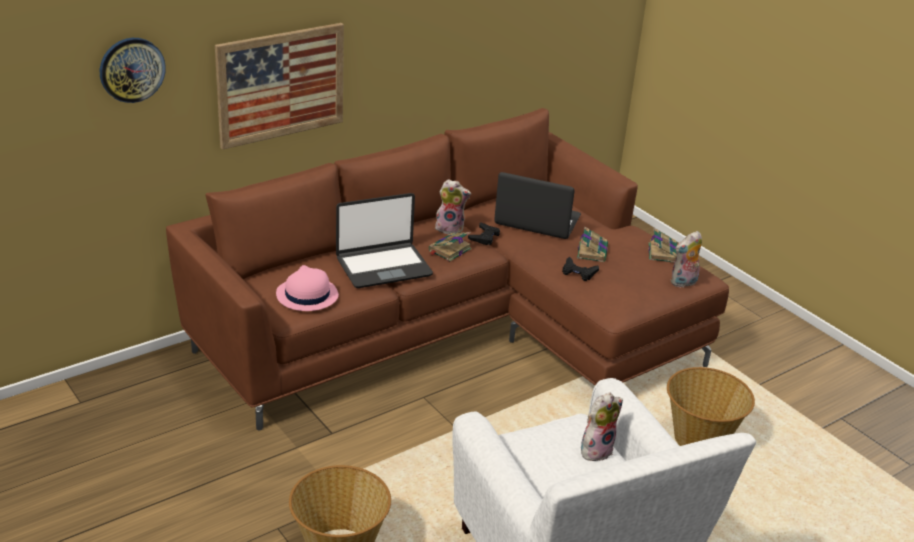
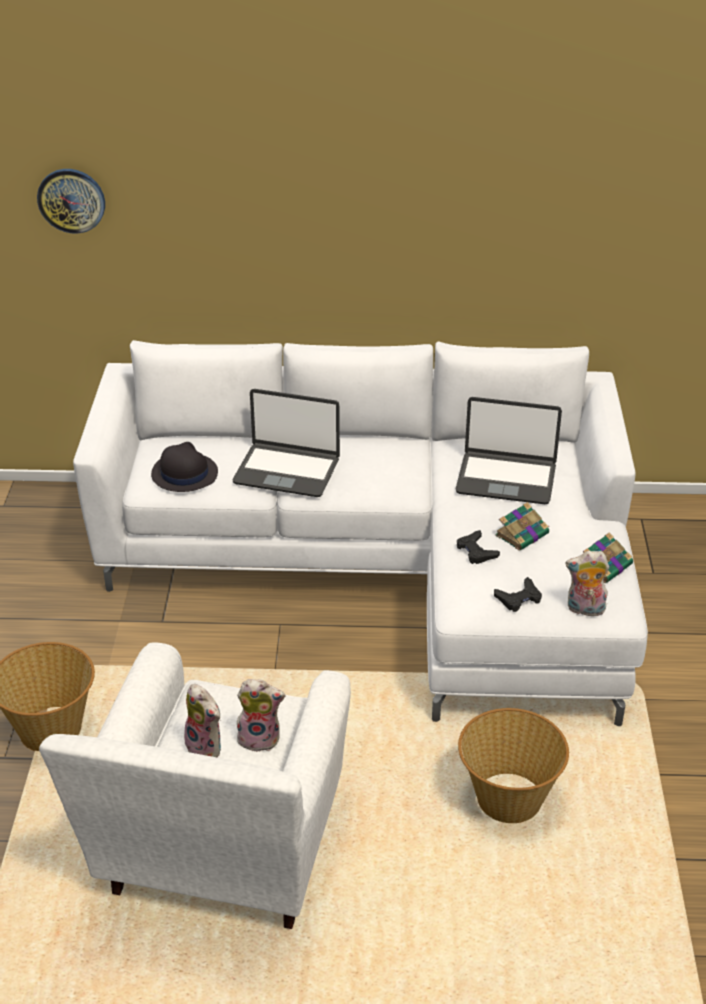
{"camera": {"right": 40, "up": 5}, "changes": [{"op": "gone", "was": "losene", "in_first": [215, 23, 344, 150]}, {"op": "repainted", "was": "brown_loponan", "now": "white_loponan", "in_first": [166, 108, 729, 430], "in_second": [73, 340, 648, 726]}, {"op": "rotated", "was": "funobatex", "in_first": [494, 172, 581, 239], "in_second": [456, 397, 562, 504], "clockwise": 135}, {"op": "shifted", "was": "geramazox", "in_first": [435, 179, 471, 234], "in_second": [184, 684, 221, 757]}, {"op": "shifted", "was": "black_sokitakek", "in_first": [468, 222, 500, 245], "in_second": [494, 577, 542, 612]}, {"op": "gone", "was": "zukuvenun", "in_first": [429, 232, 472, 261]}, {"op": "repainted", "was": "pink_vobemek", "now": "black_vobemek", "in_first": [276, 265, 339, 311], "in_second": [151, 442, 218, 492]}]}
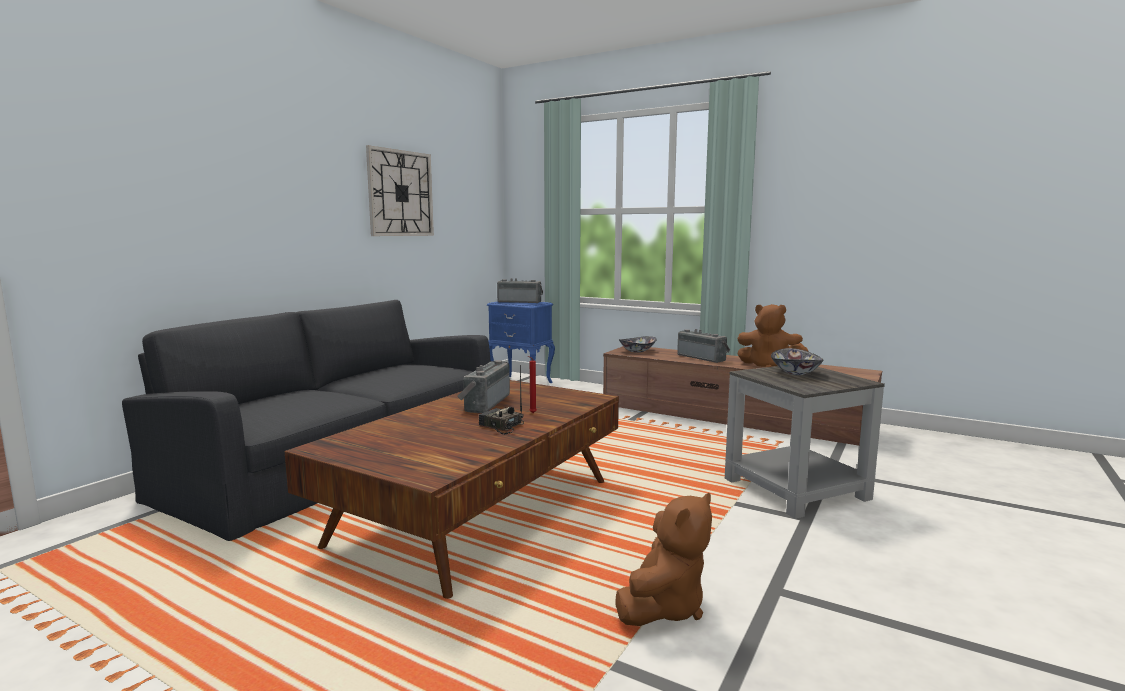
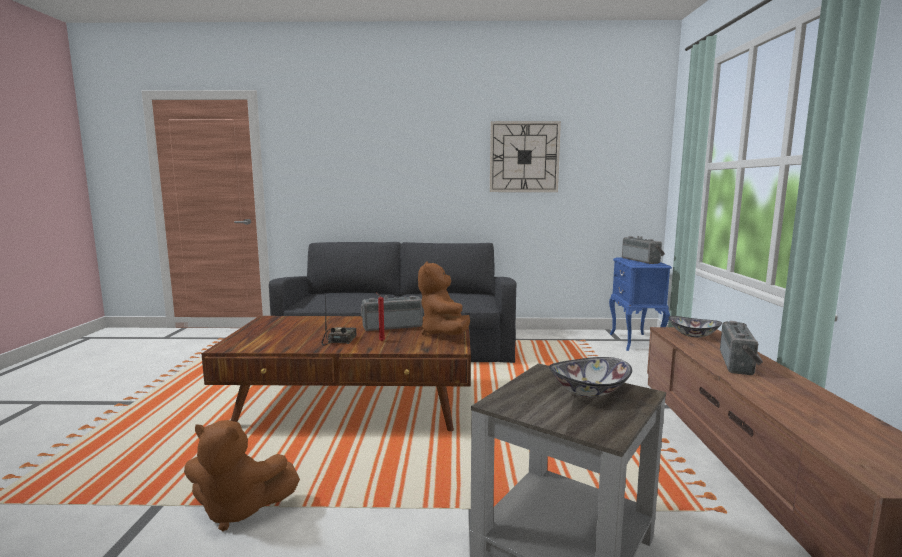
{"camera": {"right": 60, "up": 0}, "changes": [{"op": "shifted", "was": "brown_geramazox", "in_first": [737, 304, 809, 367], "in_second": [418, 262, 470, 335]}]}
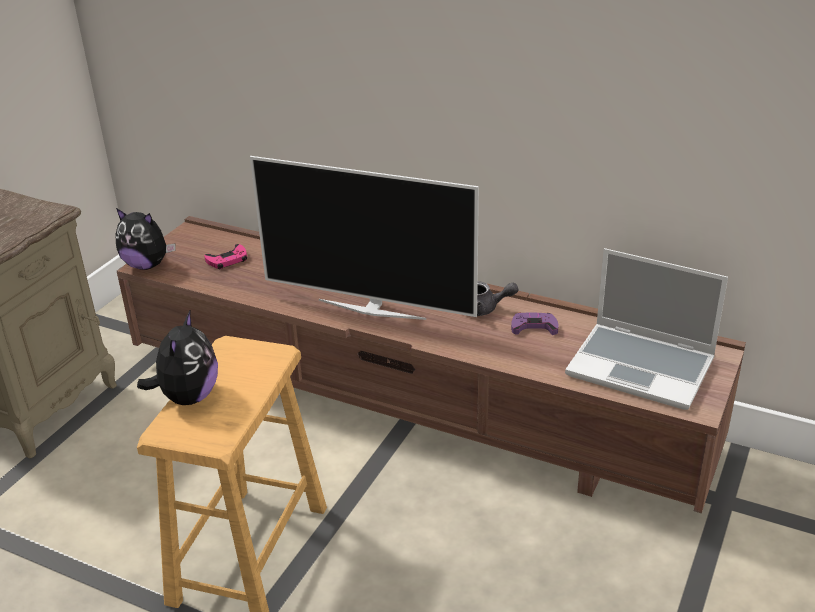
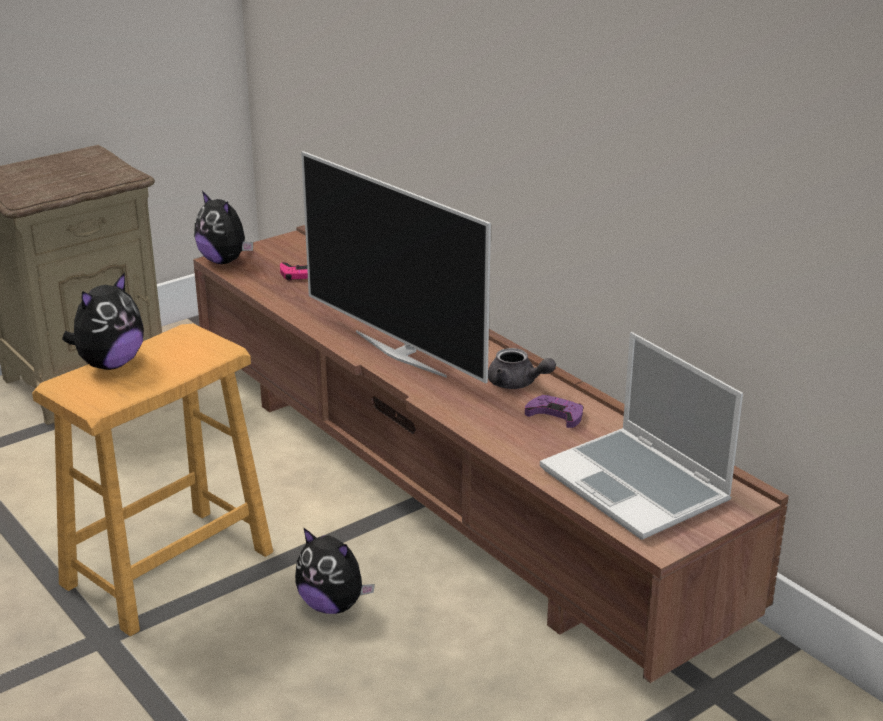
{"camera": {"right": 25, "up": -5}, "changes": [{"op": "new", "now": "geramazox", "in_second": [295, 527, 375, 614]}]}
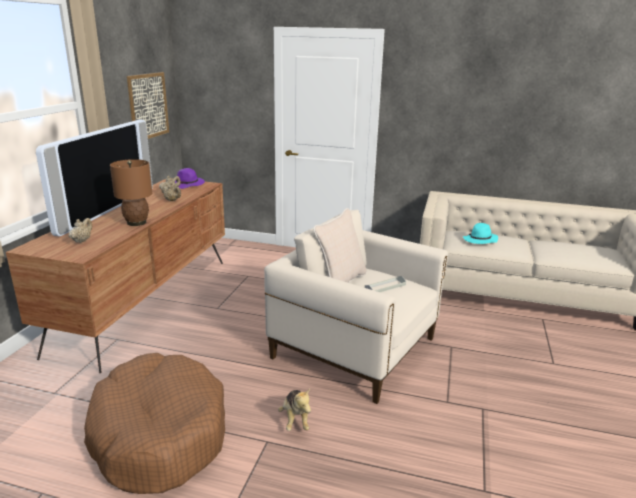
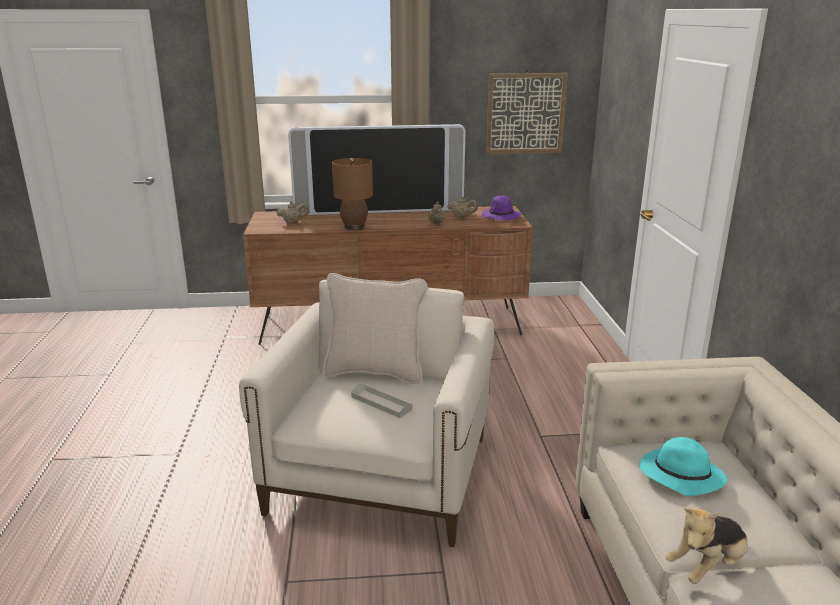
{"camera": {"right": 70, "up": 0}, "changes": [{"op": "gone", "was": "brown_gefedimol", "in_first": [84, 353, 225, 494]}, {"op": "shifted", "was": "geramazox", "in_first": [278, 388, 311, 431], "in_second": [665, 508, 748, 584]}]}
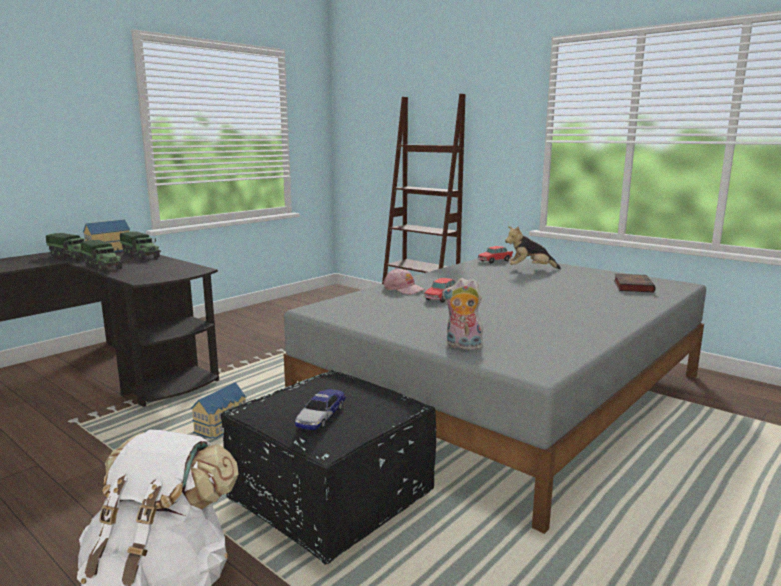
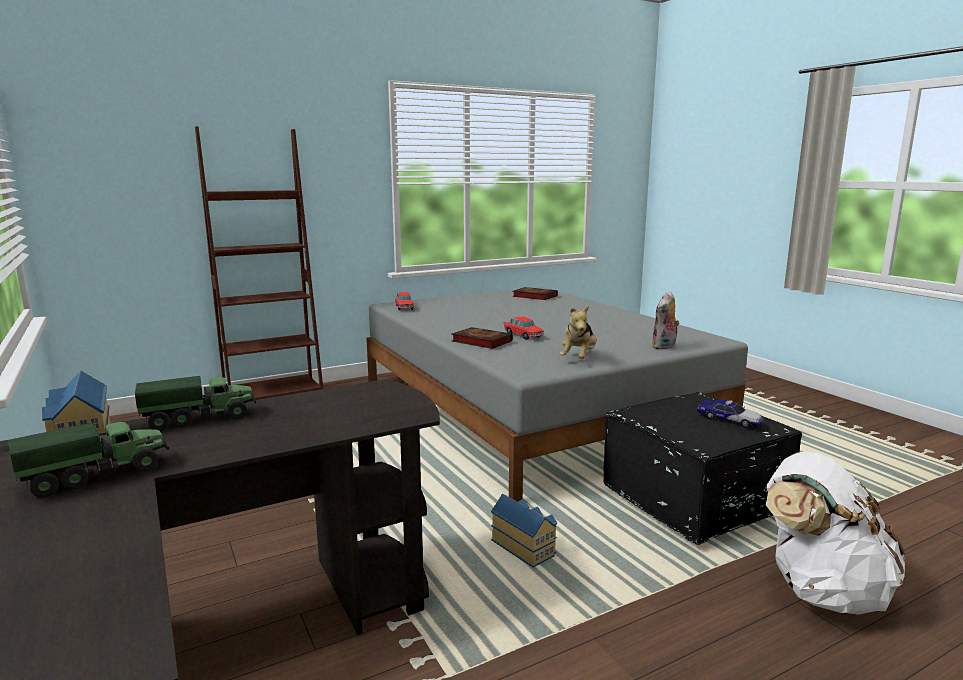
{"camera": {"right": -70, "up": 0}, "changes": [{"op": "shifted", "was": "geramazox", "in_first": [505, 226, 561, 269], "in_second": [560, 306, 597, 359]}, {"op": "gone", "was": "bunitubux", "in_first": [81, 240, 123, 272]}, {"op": "swapped", "was": "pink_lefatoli", "now": "zukuvenun", "in_first": [383, 268, 426, 294], "in_second": [451, 327, 513, 349]}]}
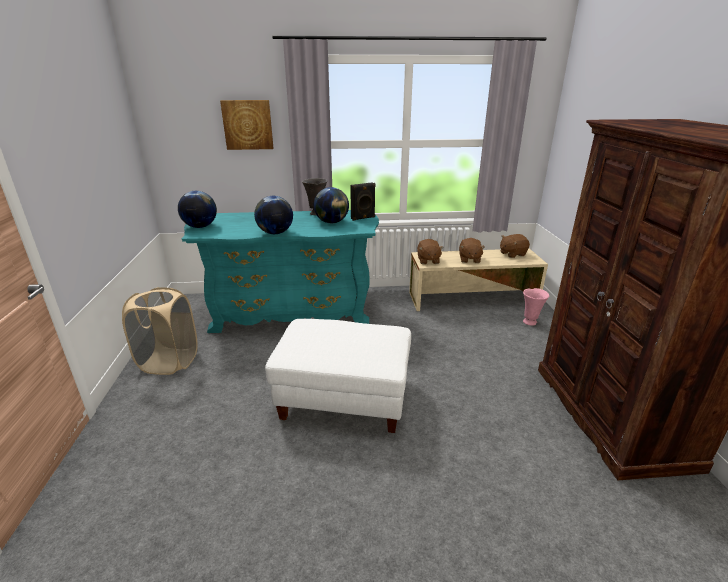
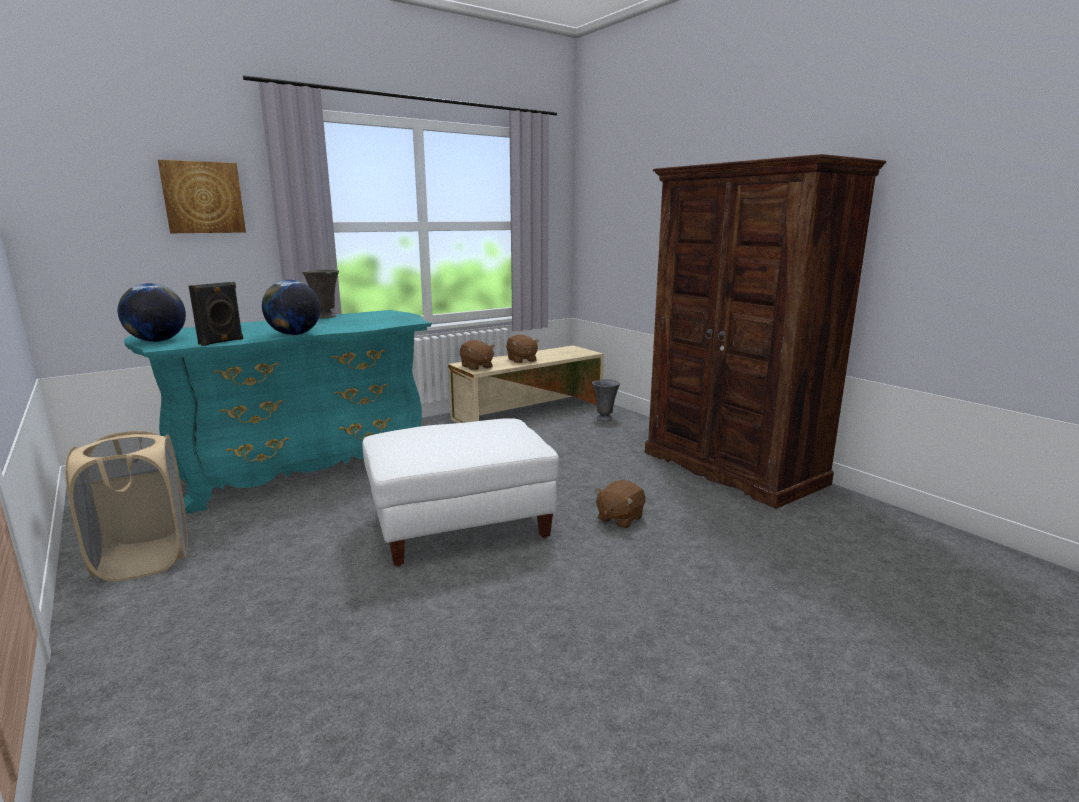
{"camera": {"right": -30, "up": -10}, "changes": [{"op": "shifted", "was": "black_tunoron", "in_first": [350, 182, 376, 221], "in_second": [189, 282, 243, 346]}, {"op": "gone", "was": "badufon", "in_first": [314, 187, 349, 223]}, {"op": "shifted", "was": "brown_geramazox", "in_first": [500, 234, 530, 258], "in_second": [595, 480, 645, 529]}, {"op": "repainted", "was": "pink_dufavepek", "now": "grey_dufavepek", "in_first": [523, 288, 549, 326], "in_second": [592, 379, 620, 421]}]}
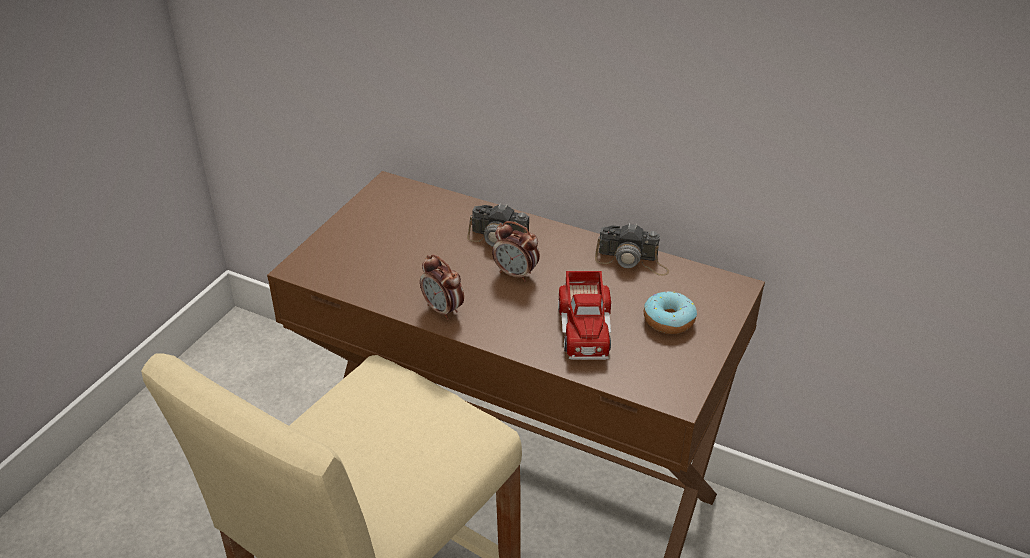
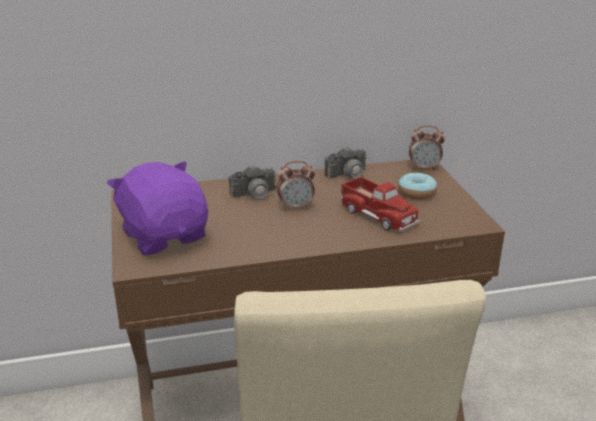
{"camera": {"right": -40, "up": -10}, "changes": [{"op": "shifted", "was": "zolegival", "in_first": [420, 255, 464, 320], "in_second": [409, 125, 445, 171]}, {"op": "new", "now": "purple_geramazox", "in_second": [107, 161, 208, 255]}]}
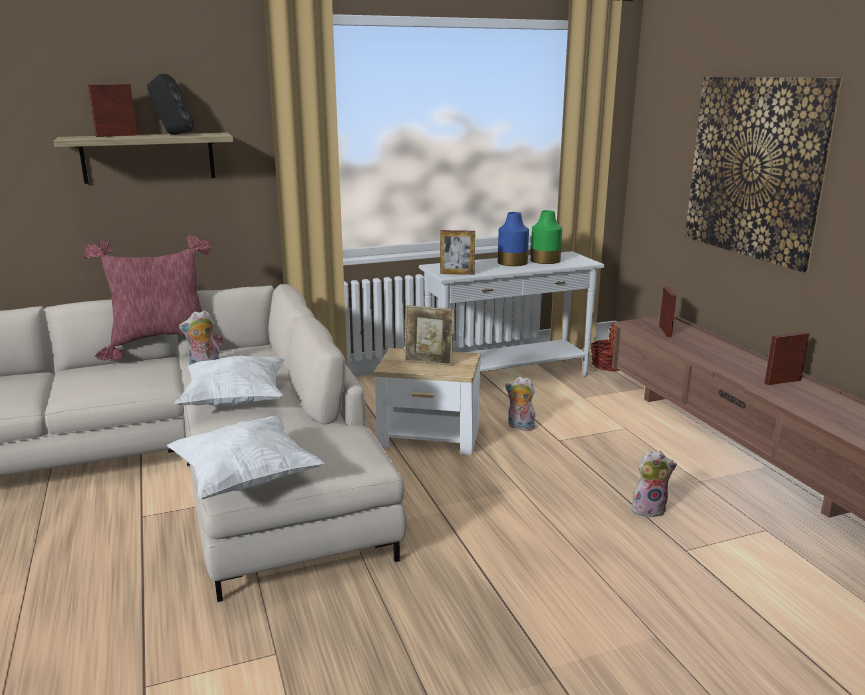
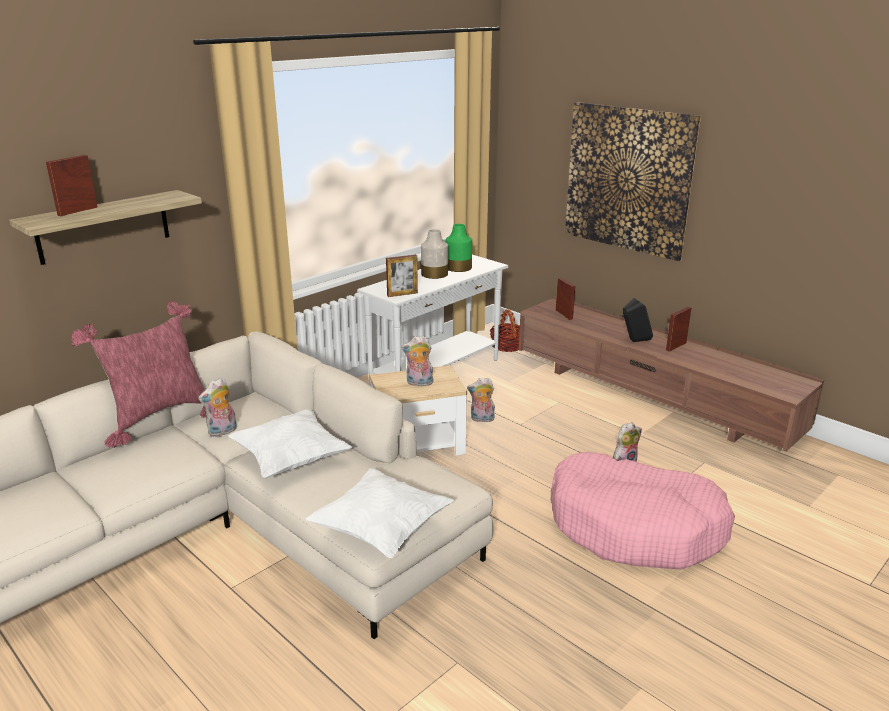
{"camera": {"right": -25, "up": 5}, "changes": [{"op": "shifted", "was": "black_tunoron", "in_first": [147, 74, 194, 135], "in_second": [623, 298, 653, 342]}, {"op": "repainted", "was": "blue_dufavepek", "now": "beige_dufavepek", "in_first": [498, 212, 529, 266], "in_second": [421, 229, 448, 279]}, {"op": "swapped", "was": "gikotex", "now": "geramazox", "in_first": [404, 305, 455, 366], "in_second": [401, 336, 433, 386]}, {"op": "new", "now": "pink_gefedimol", "in_second": [551, 452, 735, 570]}]}
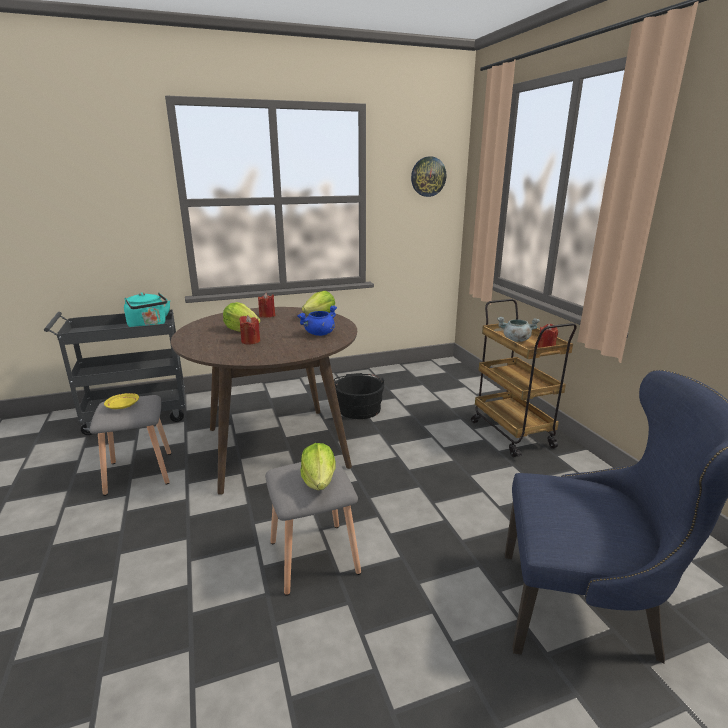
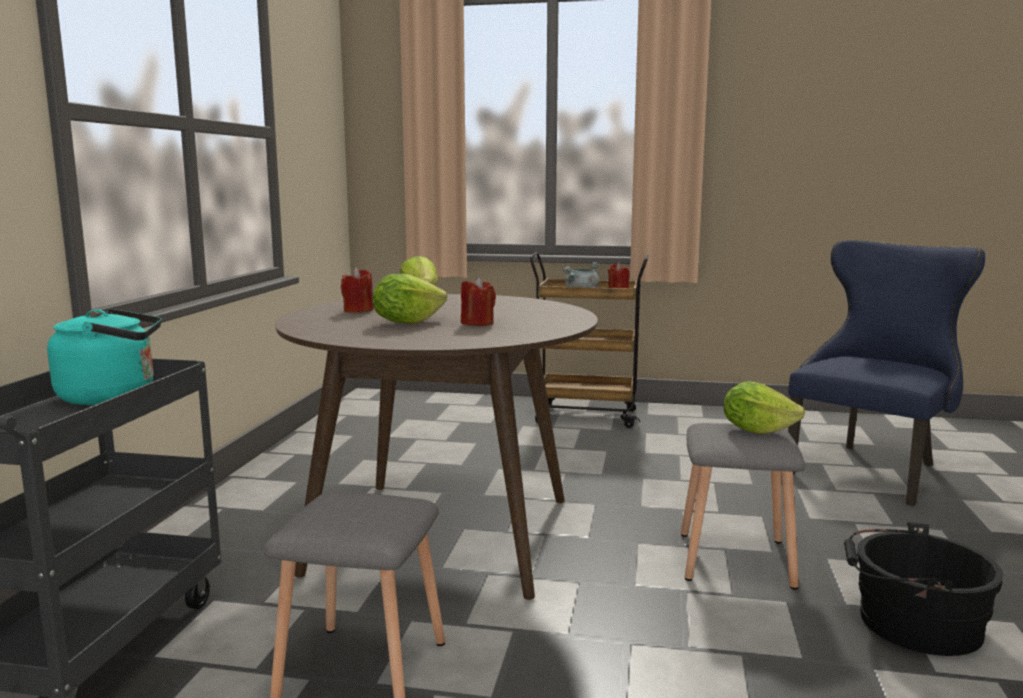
{"camera": {"right": -60, "up": -10}, "changes": [{"op": "gone", "was": "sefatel", "in_first": [411, 157, 446, 197]}, {"op": "gone", "was": "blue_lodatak", "in_first": [297, 306, 337, 336]}, {"op": "shifted", "was": "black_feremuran", "in_first": [334, 373, 384, 419], "in_second": [844, 522, 1003, 656]}, {"op": "gone", "was": "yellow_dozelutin", "in_first": [104, 393, 139, 409]}]}
